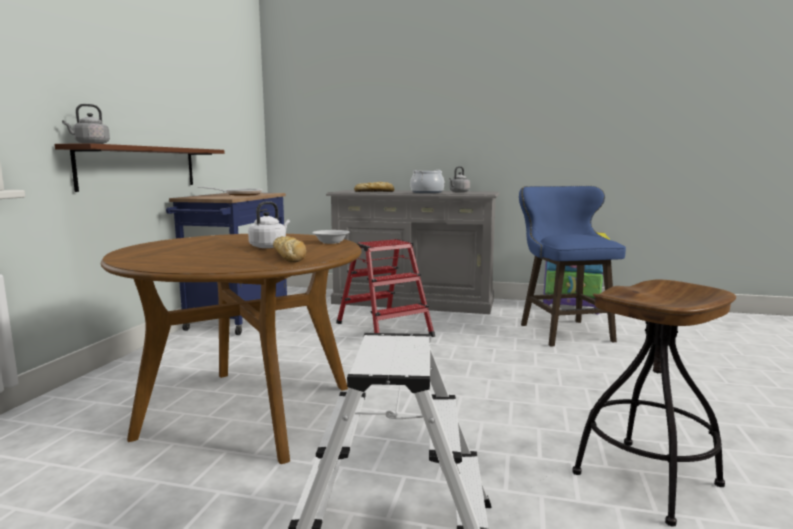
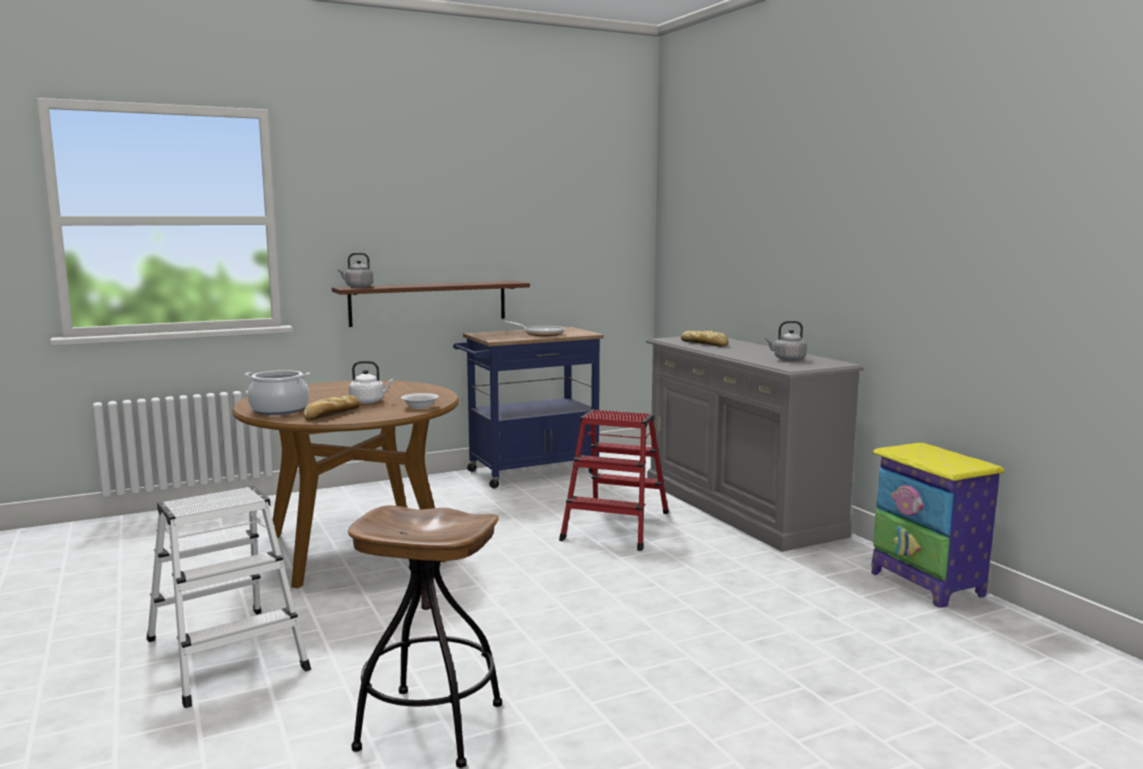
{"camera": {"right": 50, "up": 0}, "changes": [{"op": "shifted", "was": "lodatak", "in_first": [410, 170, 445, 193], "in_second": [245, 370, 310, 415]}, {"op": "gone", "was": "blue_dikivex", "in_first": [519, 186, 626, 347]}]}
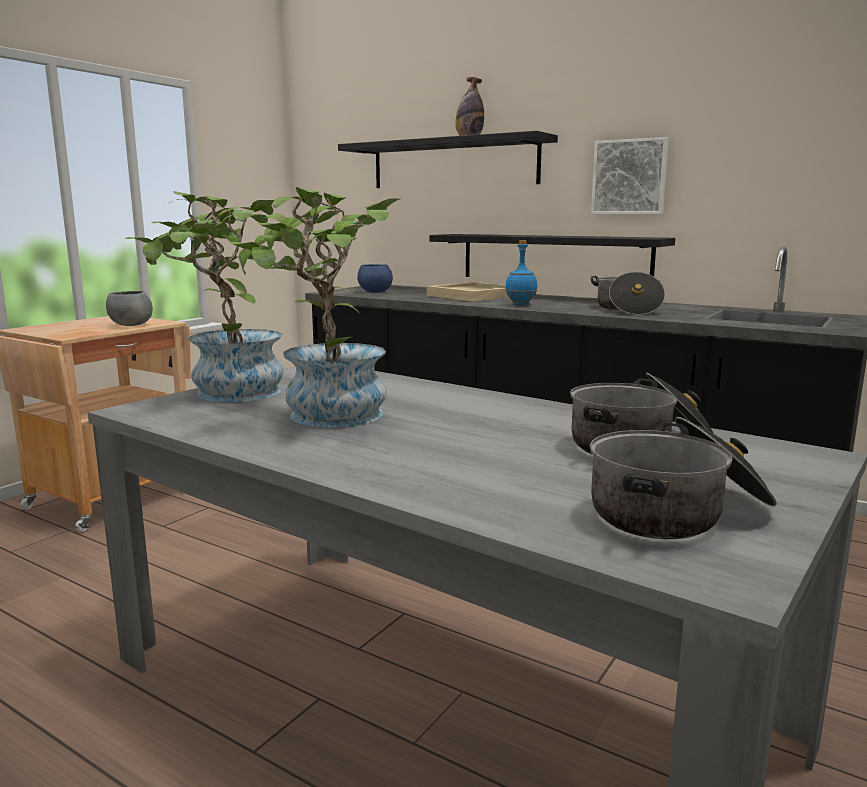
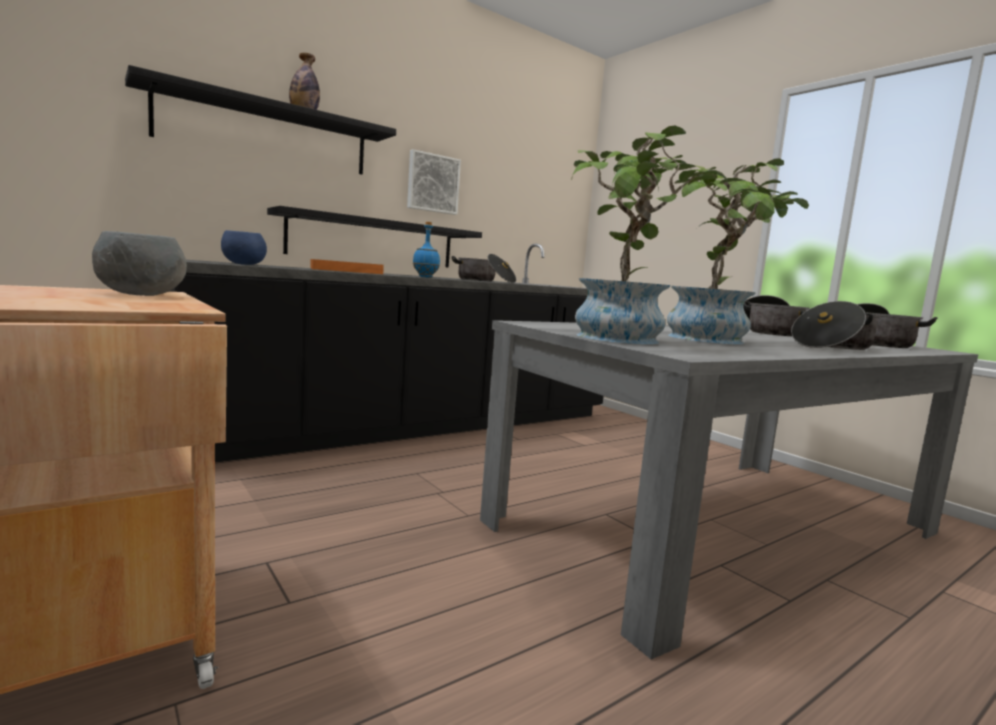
{"camera": {"right": -70, "up": -5}, "changes": [{"op": "repainted", "was": "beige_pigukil", "now": "orange_pigukil", "in_first": [427, 282, 509, 302], "in_second": [310, 259, 384, 274]}, {"op": "new", "now": "lodatak", "in_second": [791, 301, 881, 350]}]}
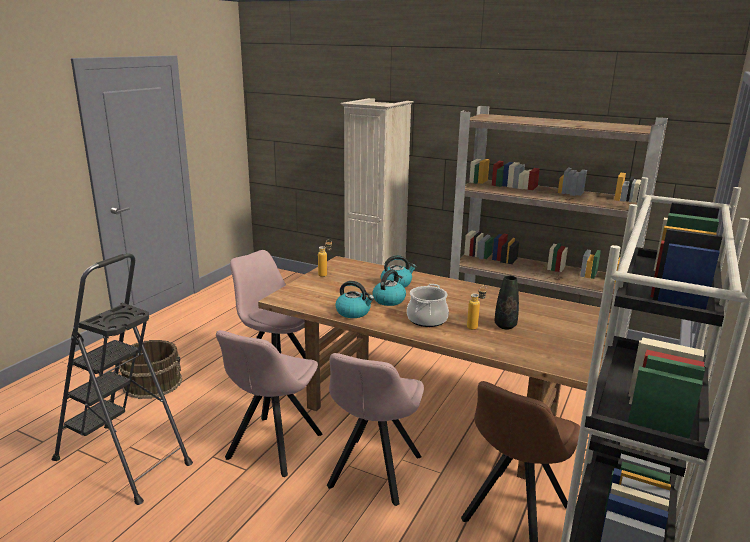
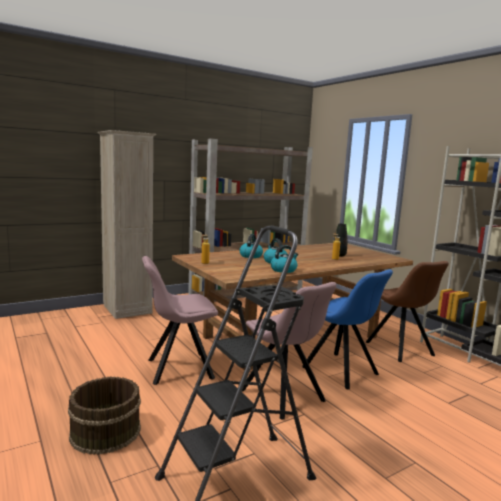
{"camera": {"right": -60, "up": -10}, "changes": [{"op": "gone", "was": "lodatak", "in_first": [407, 284, 449, 327]}, {"op": "repainted", "was": "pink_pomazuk", "now": "blue_pomazuk", "in_first": [327, 353, 424, 506], "in_second": [302, 269, 393, 389]}]}
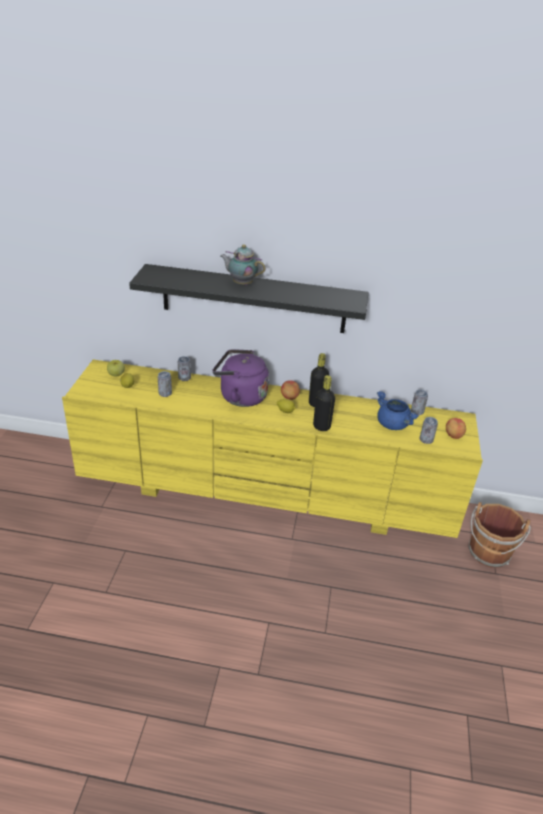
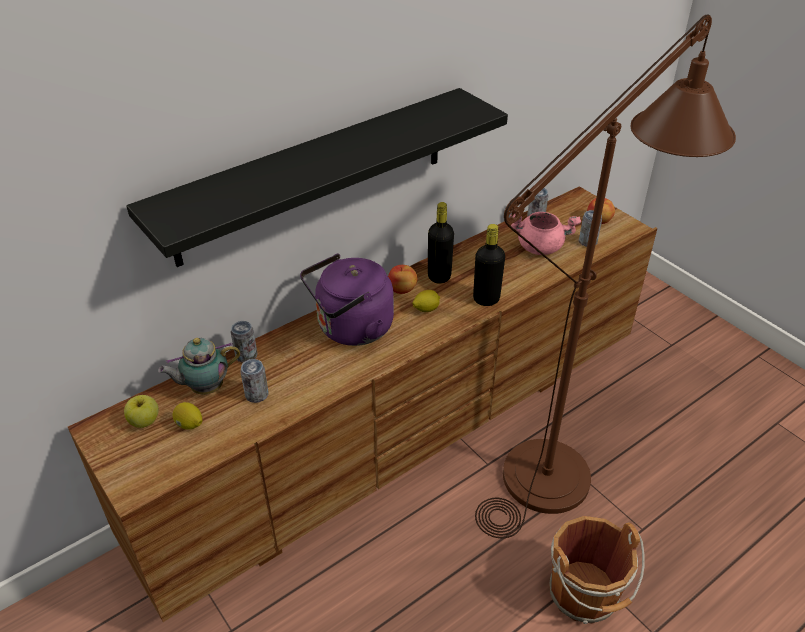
{"camera": {"right": -45, "up": 5}, "changes": [{"op": "shifted", "was": "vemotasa", "in_first": [220, 244, 266, 285], "in_second": [158, 338, 240, 394]}, {"op": "repainted", "was": "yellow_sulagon", "now": "brown_sulagon", "in_first": [62, 360, 483, 538], "in_second": [68, 186, 657, 622]}, {"op": "repainted", "was": "blue_lodatak", "now": "pink_lodatak", "in_first": [377, 391, 419, 430], "in_second": [510, 212, 581, 255]}, {"op": "shifted", "was": "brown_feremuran", "in_first": [469, 502, 531, 567], "in_second": [550, 516, 645, 624]}, {"op": "new", "now": "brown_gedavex", "in_second": [475, 14, 736, 538]}]}
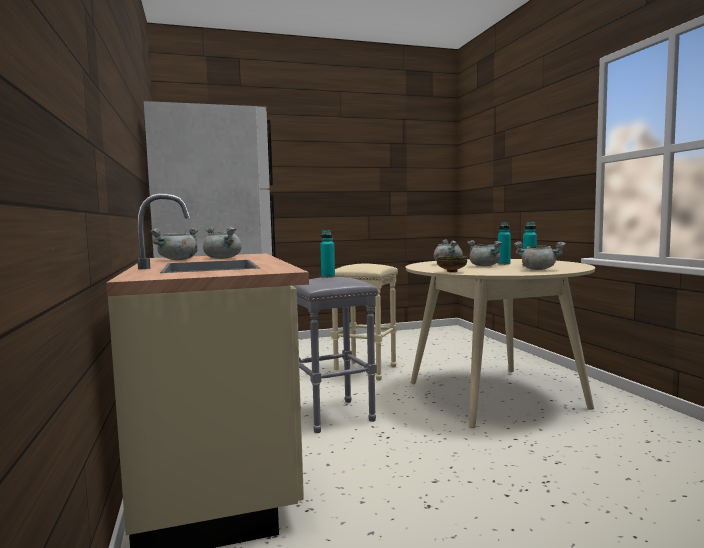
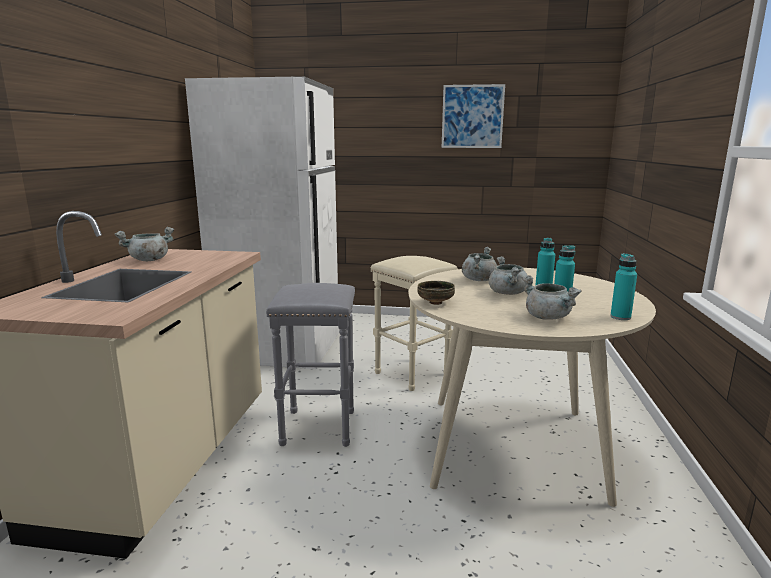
{"camera": {"right": 25, "up": 10}, "changes": [{"op": "gone", "was": "grey_lodatak", "in_first": [203, 227, 242, 259]}, {"op": "shifted", "was": "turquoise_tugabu", "in_first": [320, 230, 335, 278], "in_second": [610, 253, 637, 320]}, {"op": "new", "now": "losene", "in_second": [442, 84, 505, 148]}]}
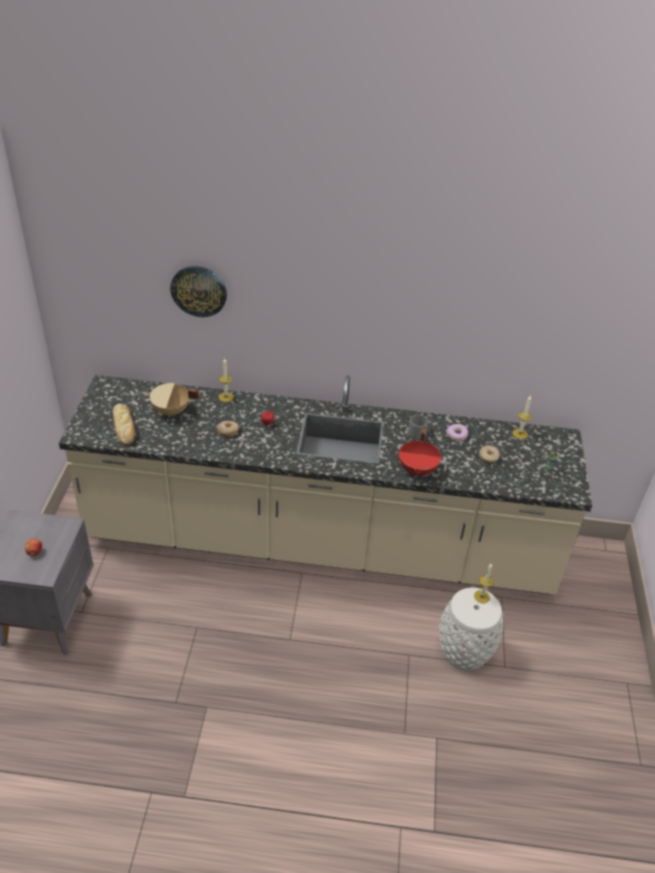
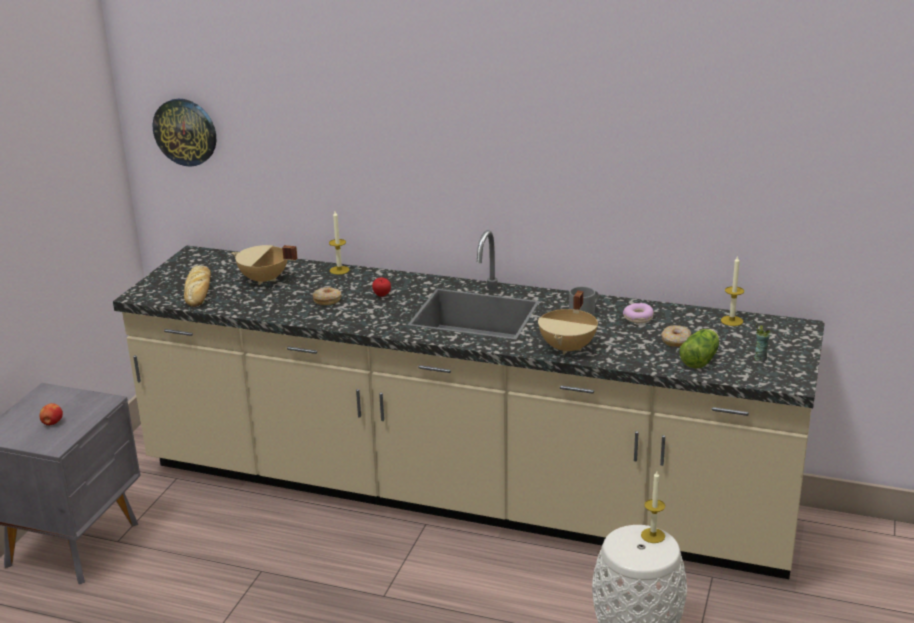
{"camera": {"right": 15, "up": -15}, "changes": [{"op": "shifted", "was": "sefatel", "in_first": [170, 266, 227, 317], "in_second": [152, 99, 216, 167]}, {"op": "repainted", "was": "red_lodatak", "now": "beige_lodatak", "in_first": [399, 427, 441, 477], "in_second": [538, 291, 598, 355]}, {"op": "new", "now": "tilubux", "in_second": [680, 329, 719, 368]}]}
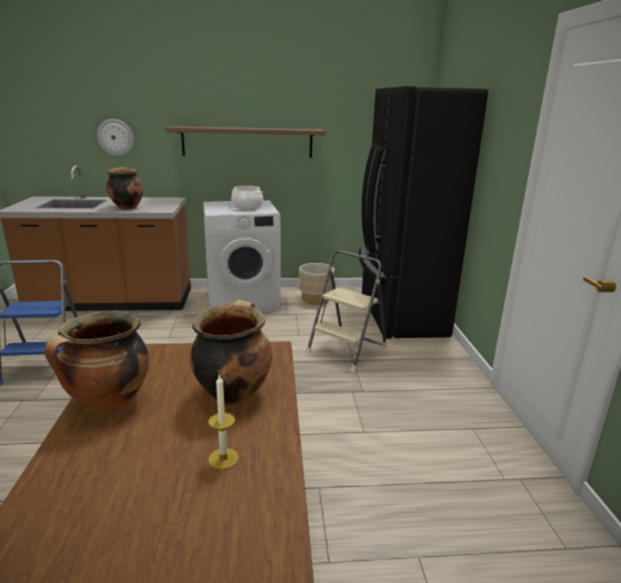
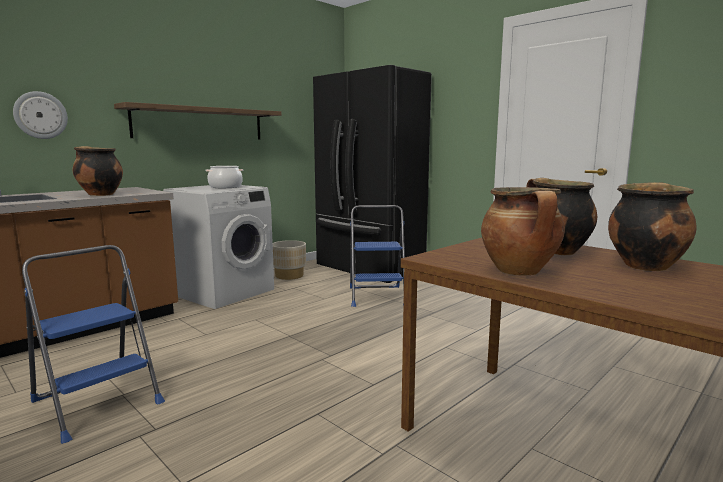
{"camera": {"right": -40, "up": -10}, "changes": [{"op": "repainted", "was": "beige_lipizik", "now": "blue_lipizik", "in_first": [305, 250, 387, 372], "in_second": [350, 205, 405, 307]}, {"op": "swapped", "was": "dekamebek", "now": "lodatak", "in_first": [208, 374, 239, 470], "in_second": [608, 182, 697, 271]}]}
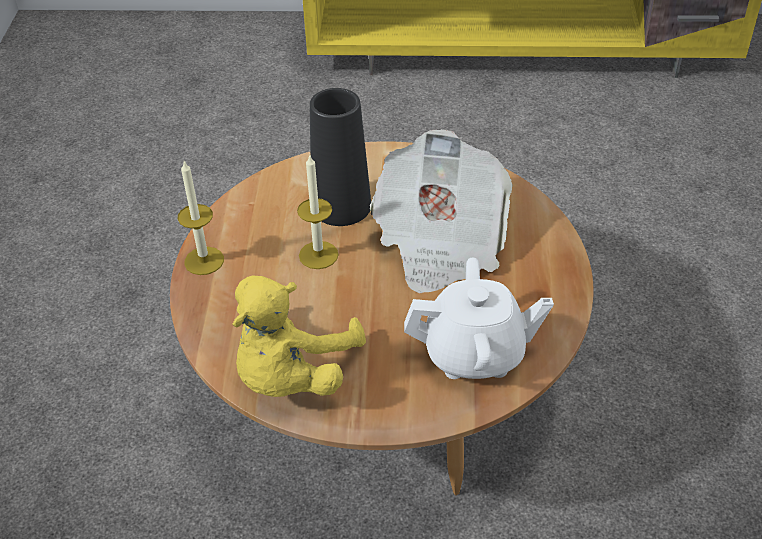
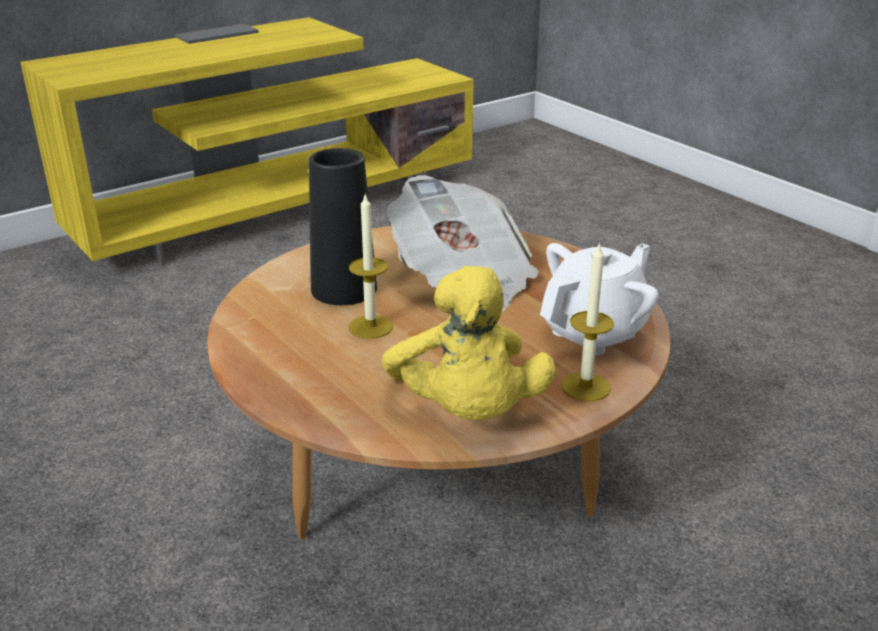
{"camera": {"right": -40, "up": -15}, "changes": [{"op": "shifted", "was": "dekamebek", "in_first": [178, 161, 224, 275], "in_second": [561, 242, 614, 401]}]}
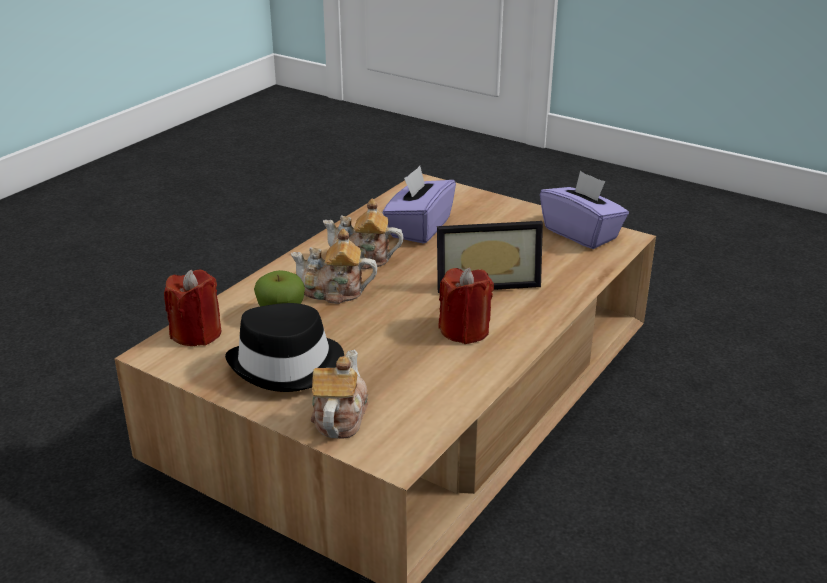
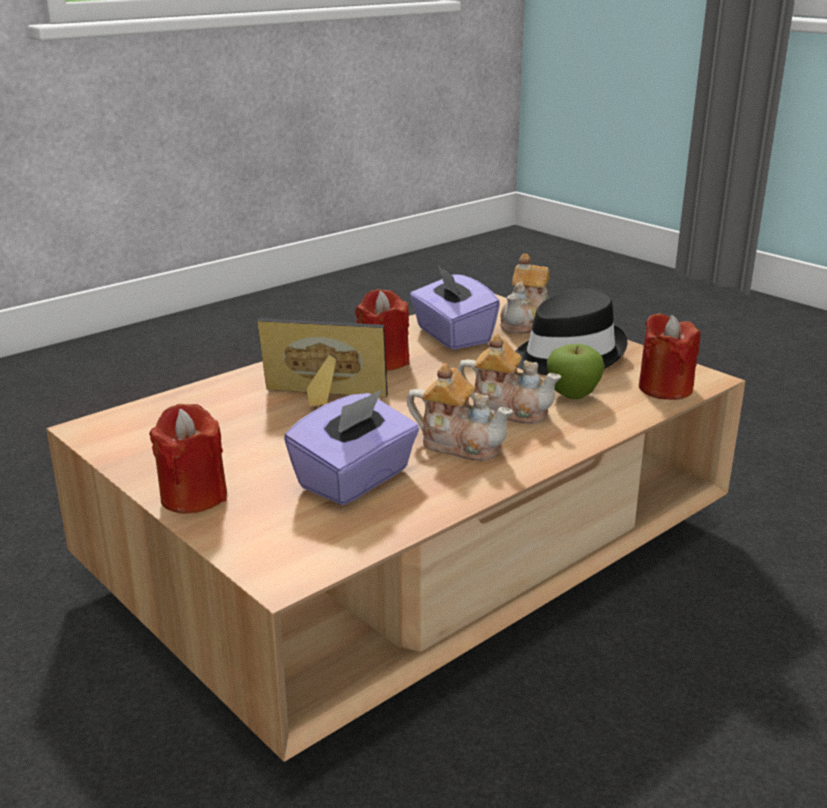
{"camera": {"right": -165, "up": -5}, "changes": [{"op": "shifted", "was": "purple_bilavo", "in_first": [540, 171, 629, 249], "in_second": [410, 266, 500, 350]}, {"op": "new", "now": "red_dekamebek", "in_second": [149, 404, 227, 514]}]}
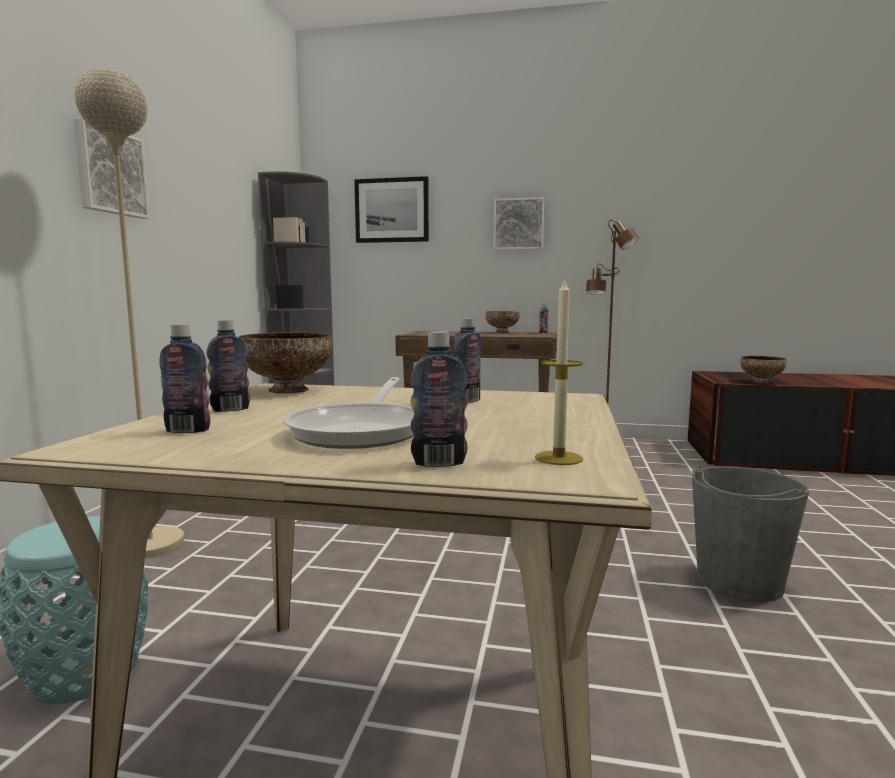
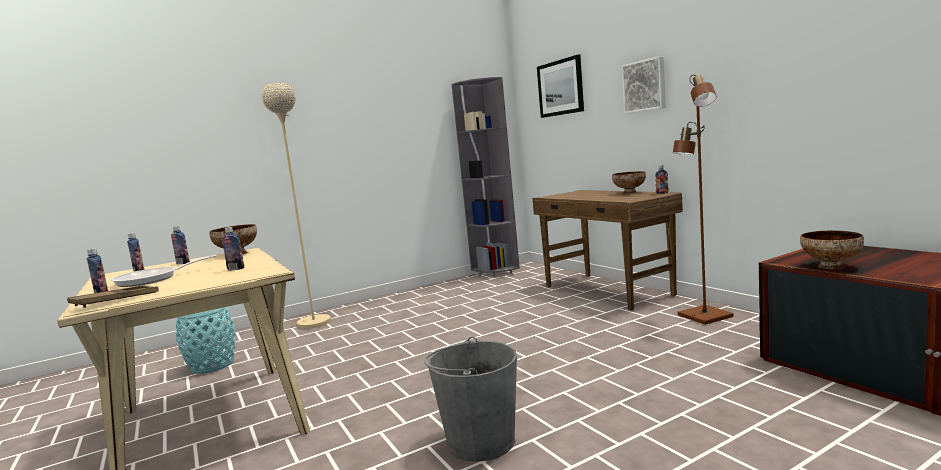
{"camera": {"right": 50, "up": 0}, "changes": [{"op": "gone", "was": "losene", "in_first": [73, 118, 150, 219]}, {"op": "swapped", "was": "dekamebek", "now": "brown_pigukil", "in_first": [535, 277, 583, 465], "in_second": [67, 285, 159, 308]}]}
